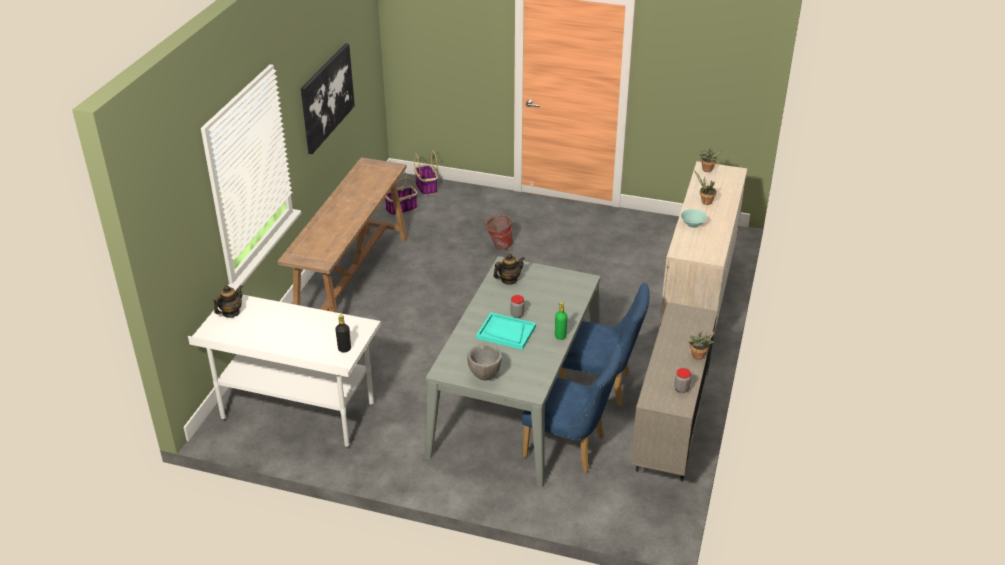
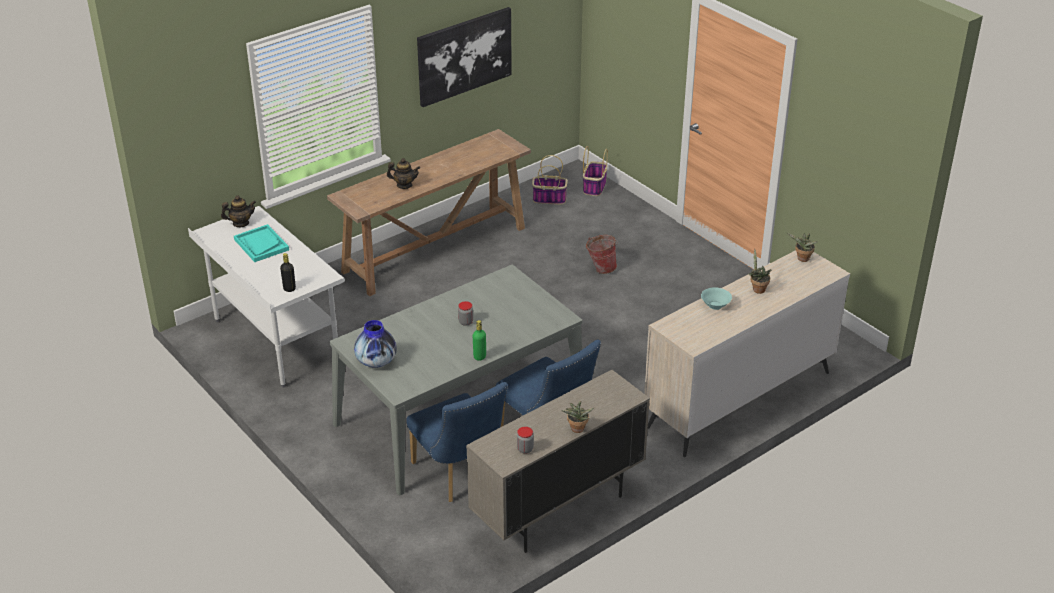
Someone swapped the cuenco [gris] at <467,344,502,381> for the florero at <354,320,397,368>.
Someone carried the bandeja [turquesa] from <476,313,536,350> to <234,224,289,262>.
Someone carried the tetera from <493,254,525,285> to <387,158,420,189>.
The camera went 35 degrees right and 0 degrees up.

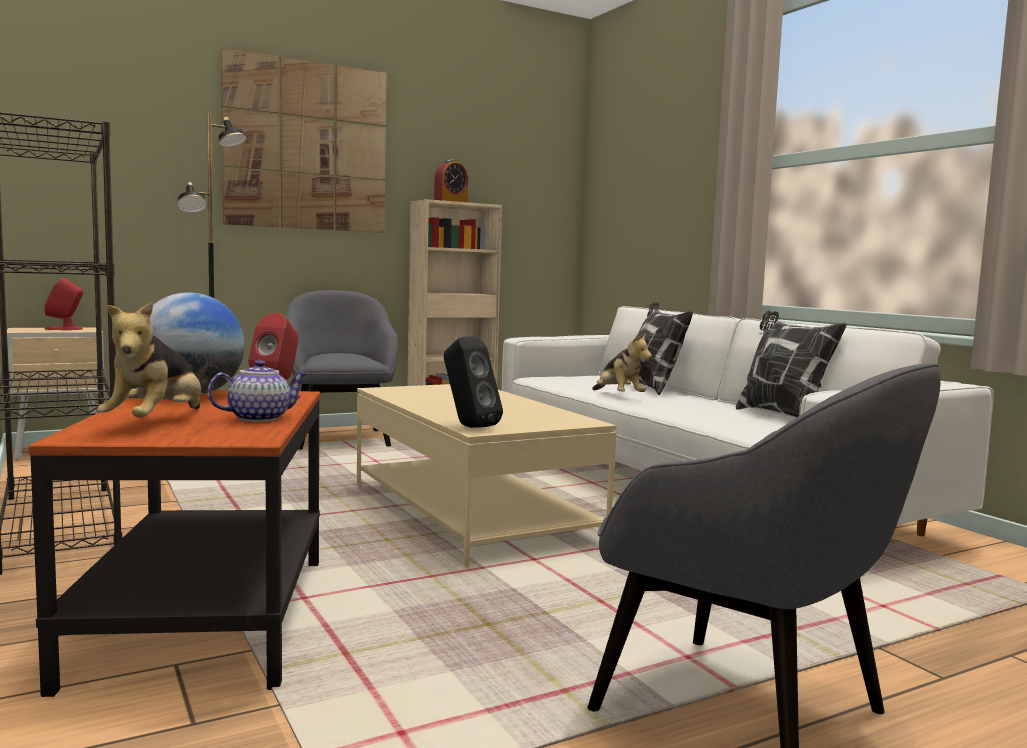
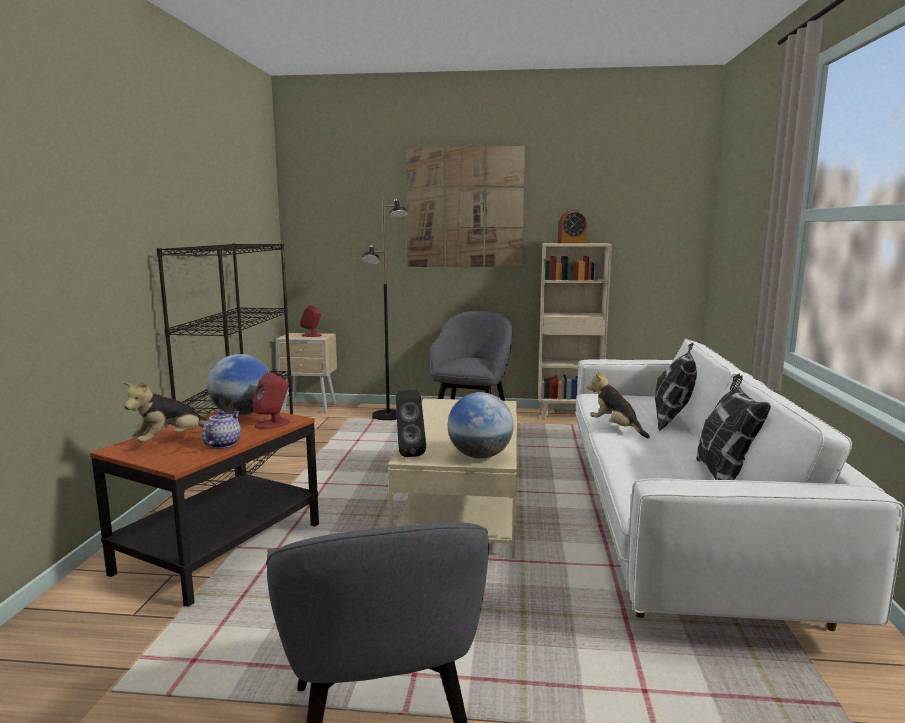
Someone rotated the tetera at <207,360,307,422> by 75 degrees counterclockwise.
Someone rotated the peluche at <592,333,652,392> by 135 degrees clockwise.
Someone put down the globo terráqueo at <448,392,514,459>.
The camera went 35 degrees right and 5 degrees up.

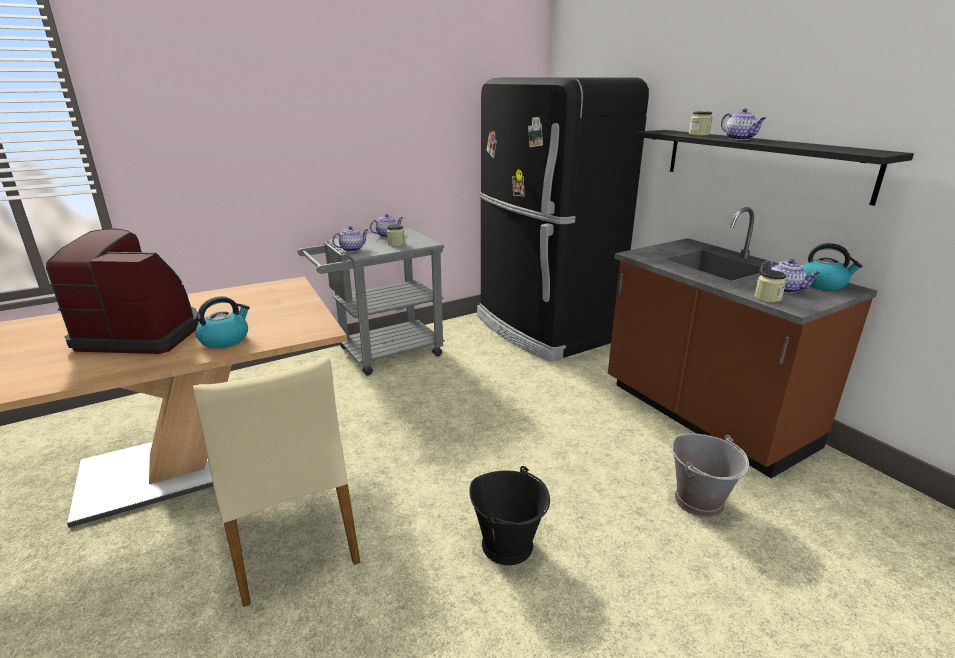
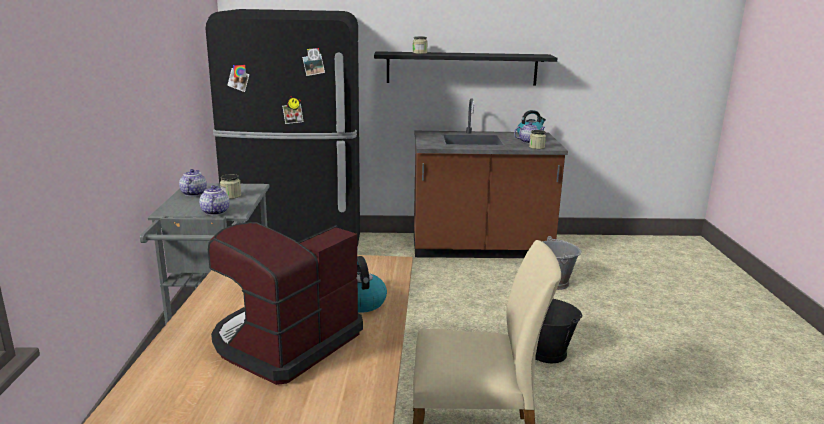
Someone took away the tetera at <721,108,766,140>.
The camera went 60 degrees left and 5 degrees down.

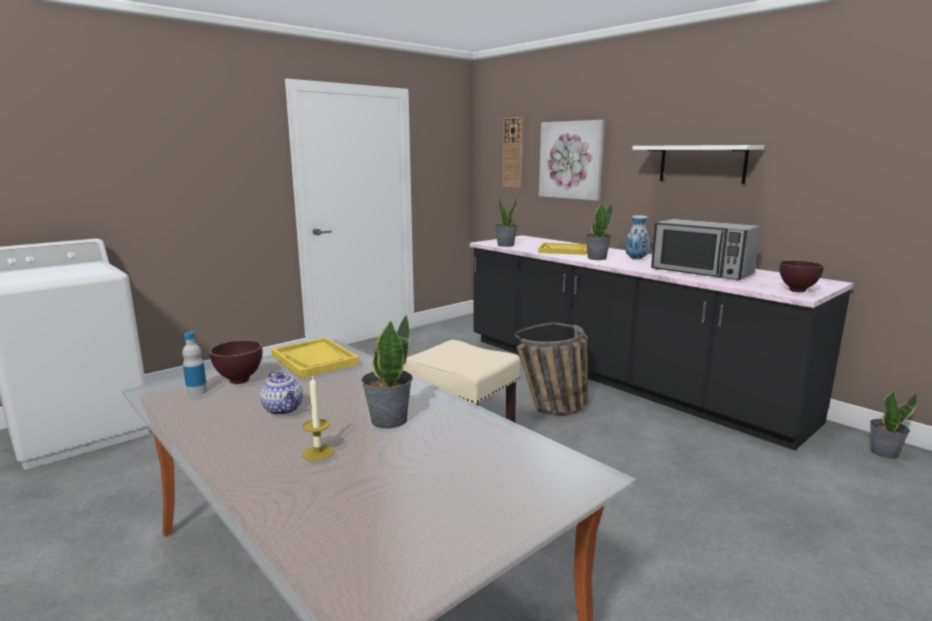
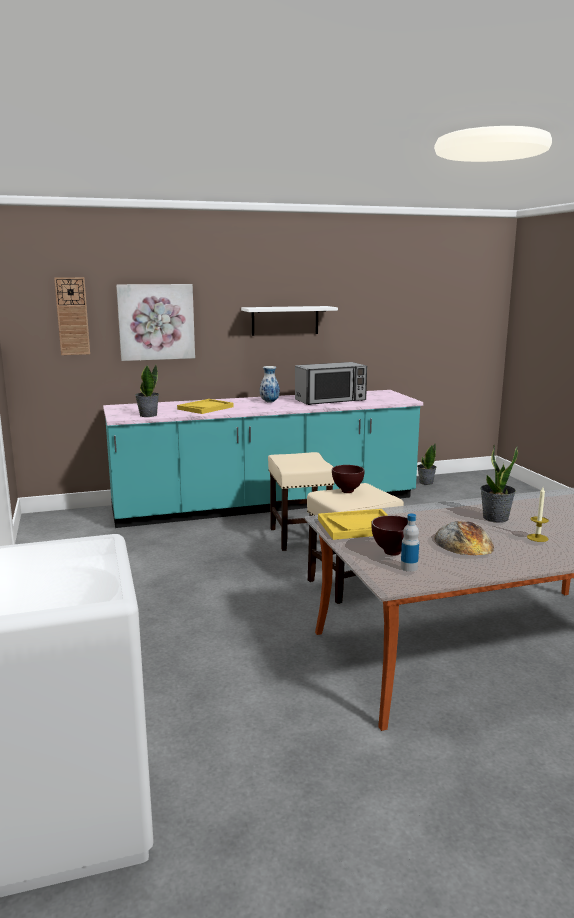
Someone swapped the tetera at <260,372,303,415> for the pan at <434,521,494,555>.
Someone repainted the mueble bajo de cocina [negro] at <470,235,854,451>, which became the mueble bajo de cocina [turquesa] at <103,390,423,528>.
Someone swapped the cesta at <515,322,588,416> for the taburete [beis] at <268,452,334,551>.
Someone took away the planta en maceta at <585,202,613,260>.
Someone carried the cuenco [marrón] from <780,260,824,292> to <332,465,365,493>.
The camera went 65 degrees left and 0 degrees up.

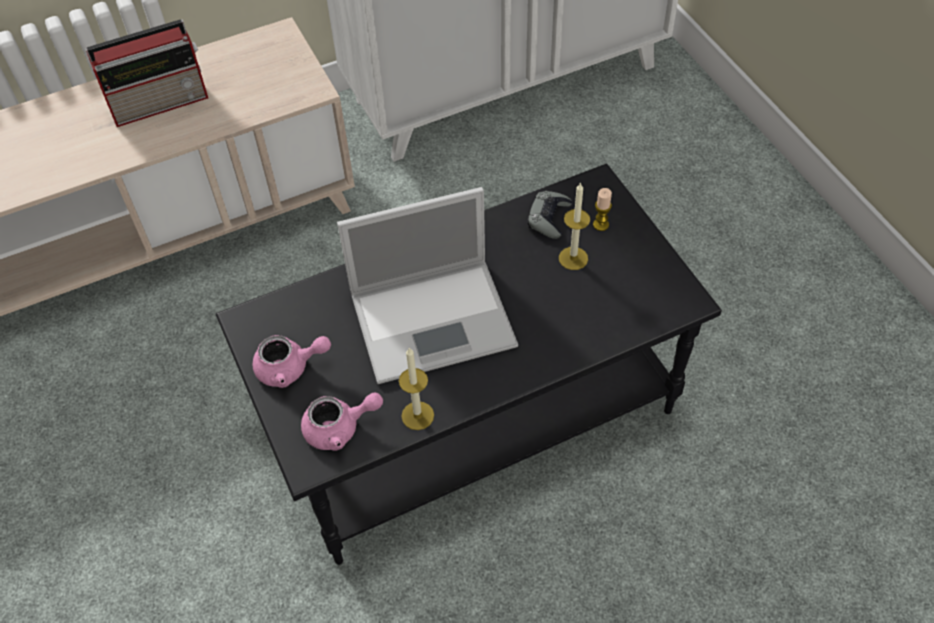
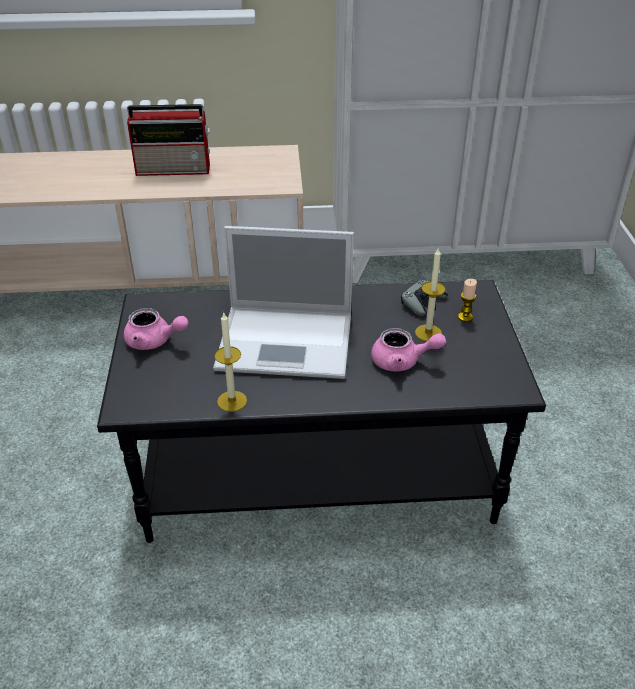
Someone carried the tetera [rosa] from <301,392,383,451> to <371,328,446,372>.
The camera went 20 degrees right and 15 degrees down.

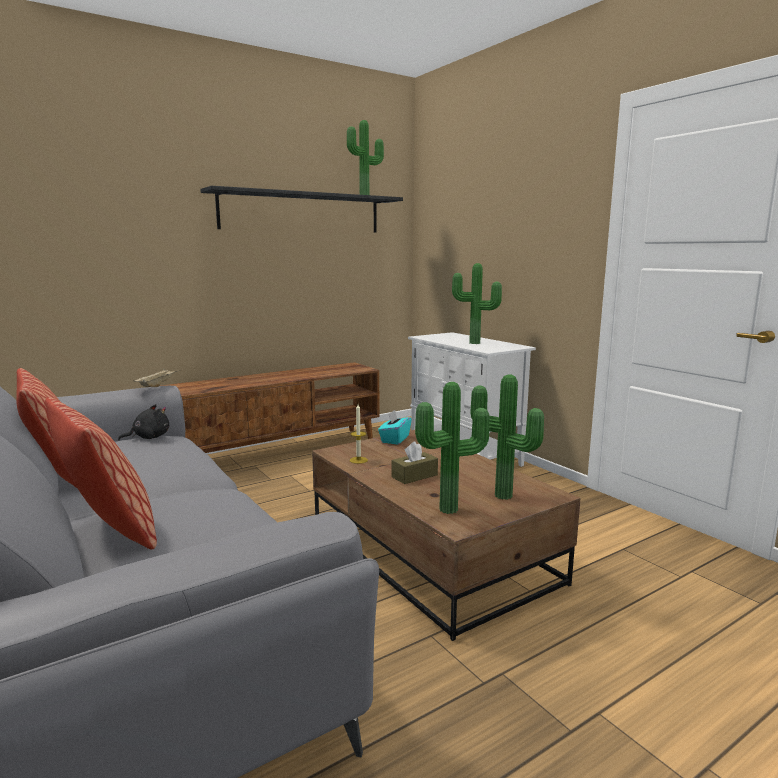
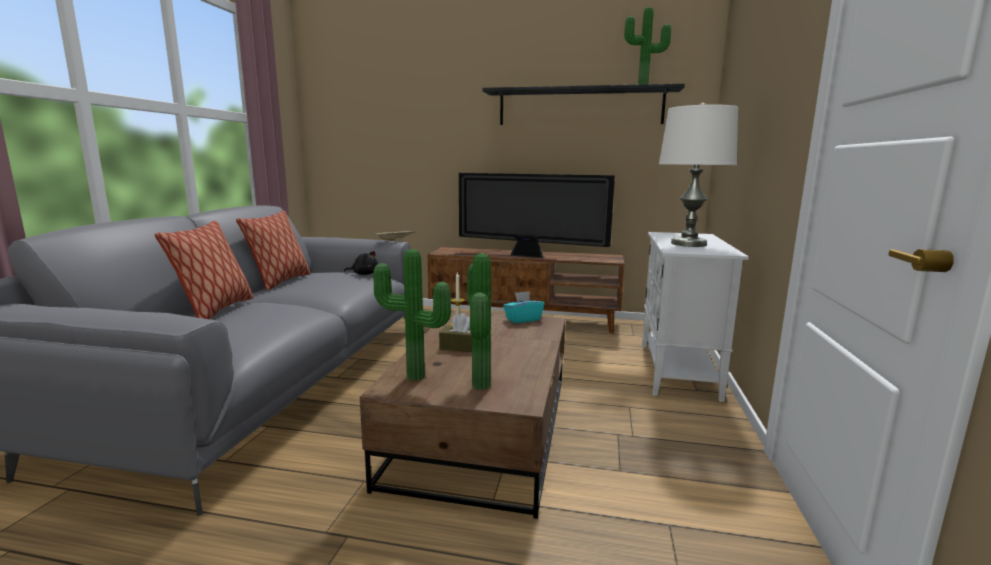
Someone swapped the planta en maceta at <452,263,502,344> for the lámpara de mesa [blanco] at <659,103,738,247>.
Someone put down the televisor at <459,173,615,258>.
The camera went 45 degrees right and 0 degrees up.

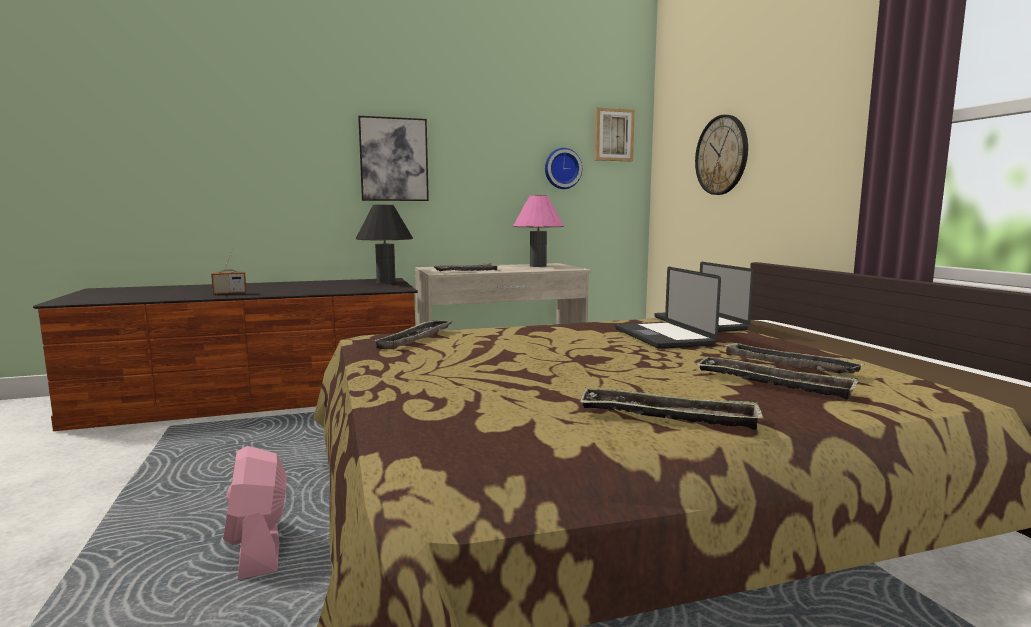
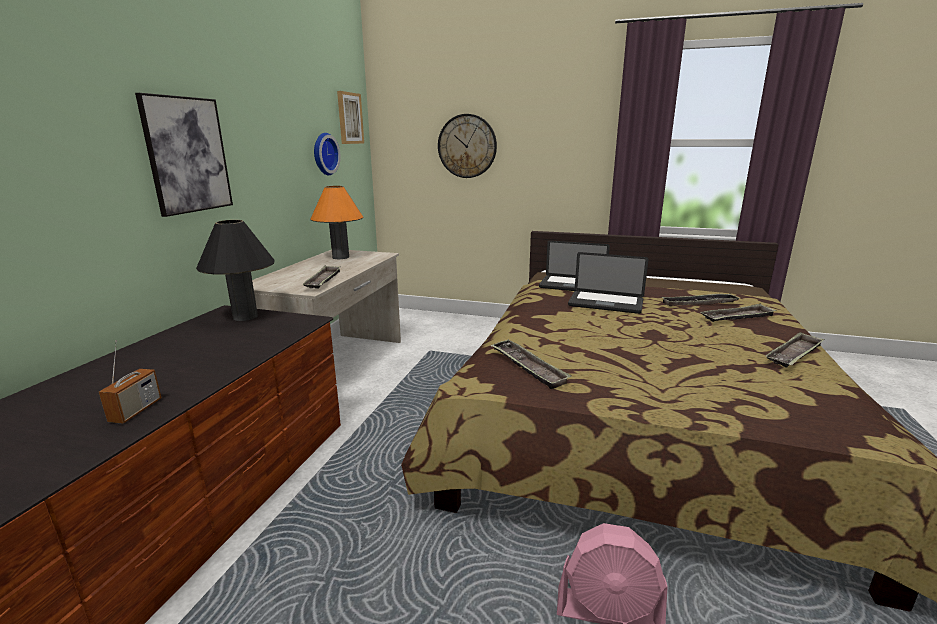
Someone repainted the lámpara de mesa [rosa] at <513,195,564,267>, which became the lámpara de mesa [naranja] at <311,186,363,259>.
The camera went 55 degrees left and 10 degrees up.

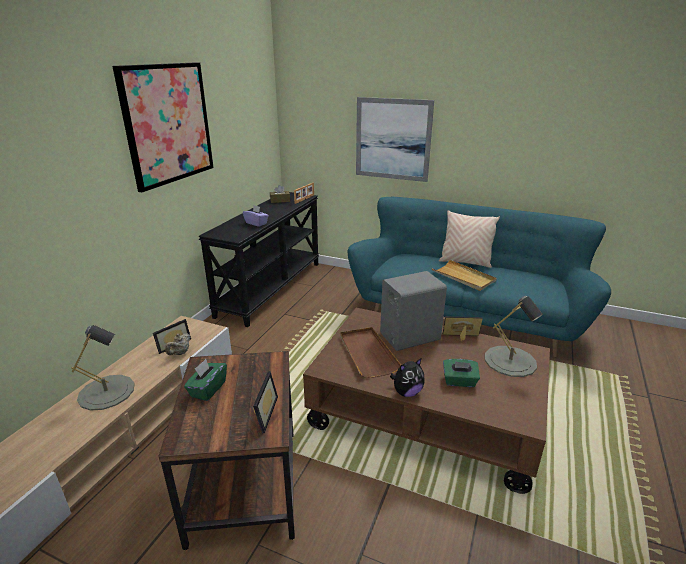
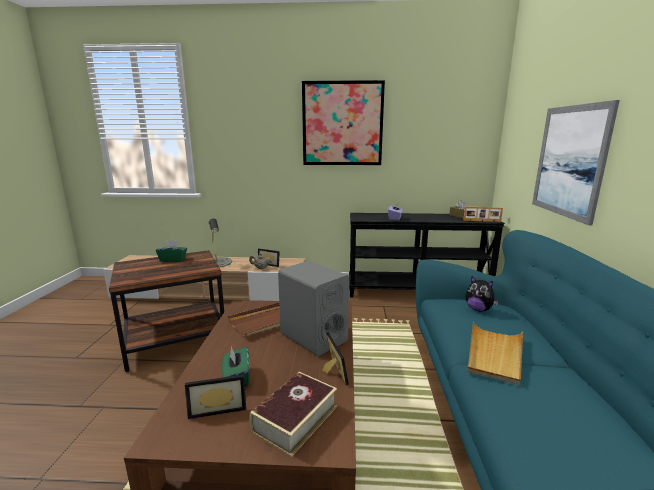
Someone carried the portarretratos from <253,371,278,433> to <185,375,246,419>.
Someone carried the peluche from <390,359,425,397> to <466,276,499,311>.
Someone took away the cojín [beis] at <439,210,500,268>.
Someone swapped the lámpara de mesa [gris] at <485,296,543,377> for the libro at <250,372,337,457>.
The camera went 70 degrees right and 10 degrees down.

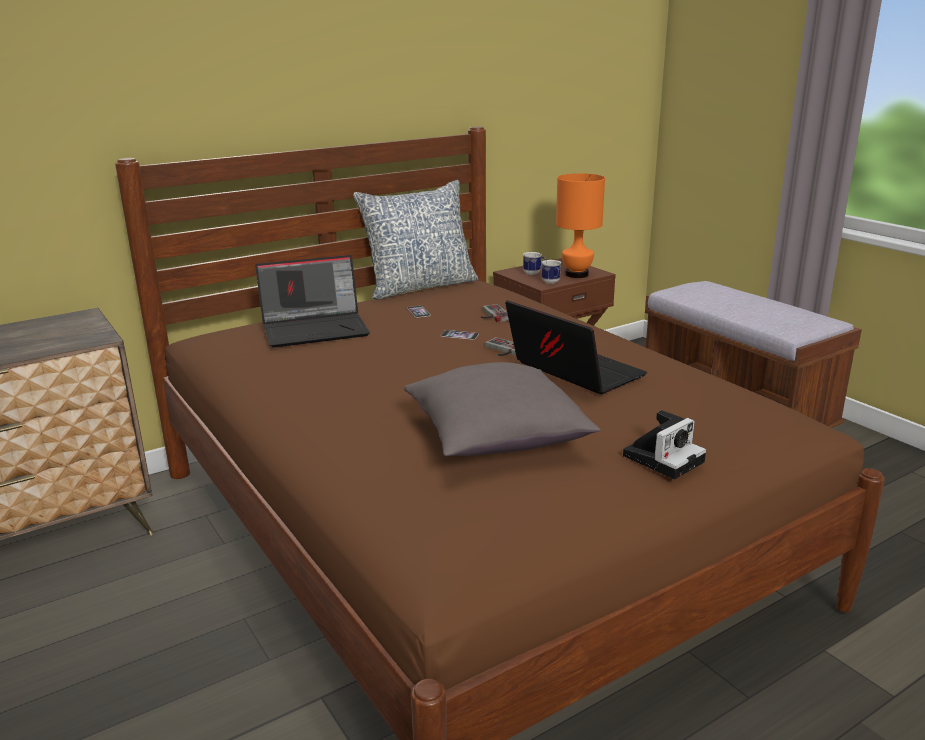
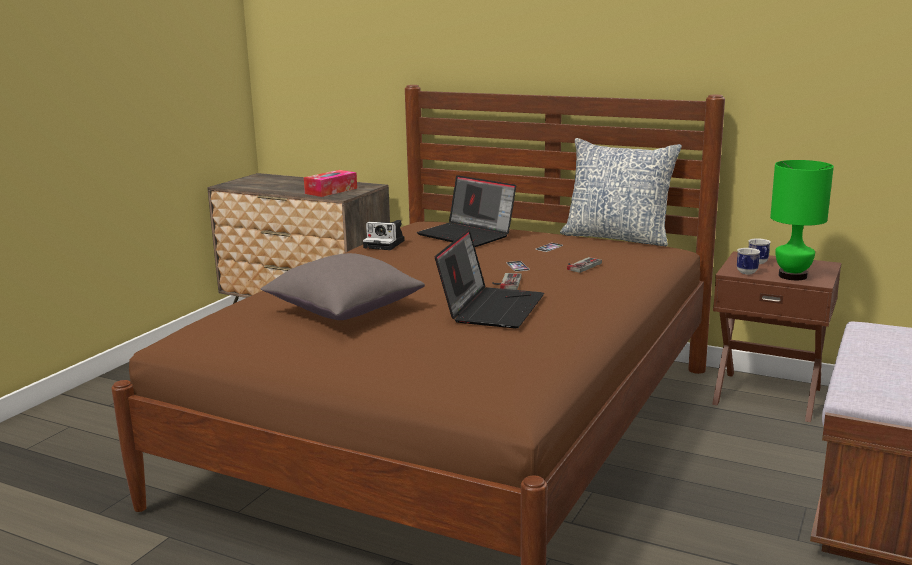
Someone repainted the lámpara de mesa [naranja] at <556,173,605,278>, which became the lámpara de mesa [verde] at <770,160,834,280>.
Someone carried the cámara from <623,410,706,479> to <363,220,405,250>.
Someone put down the caja de pañuelos at <304,170,357,197>.
The camera went 60 degrees right and 5 degrees down.

